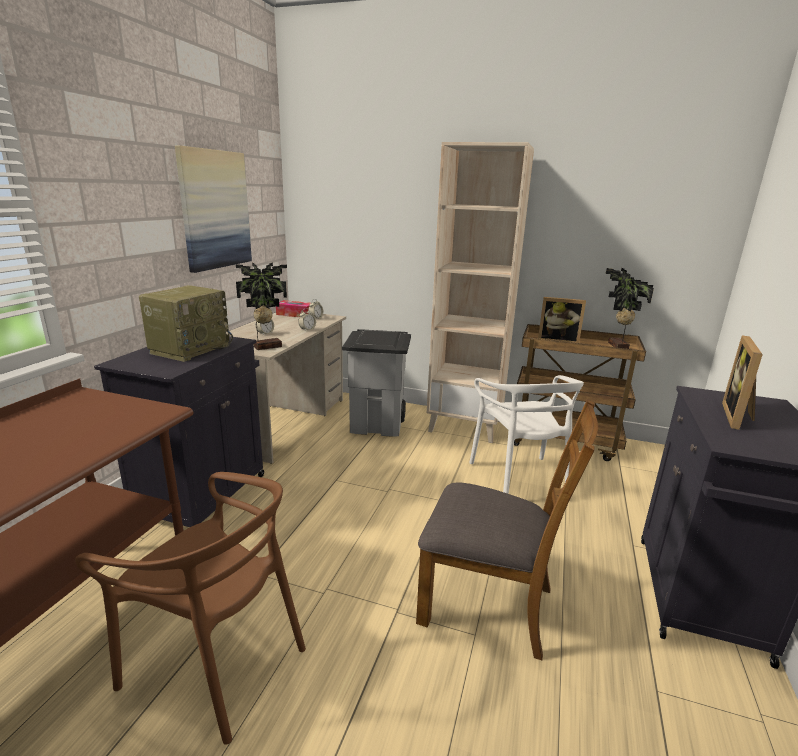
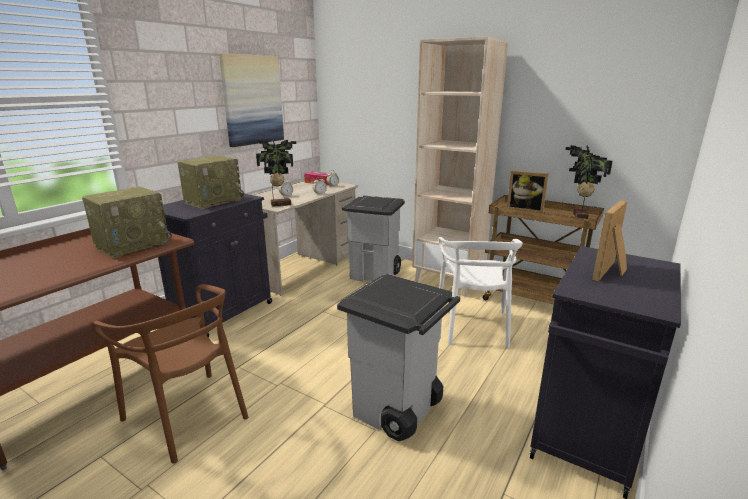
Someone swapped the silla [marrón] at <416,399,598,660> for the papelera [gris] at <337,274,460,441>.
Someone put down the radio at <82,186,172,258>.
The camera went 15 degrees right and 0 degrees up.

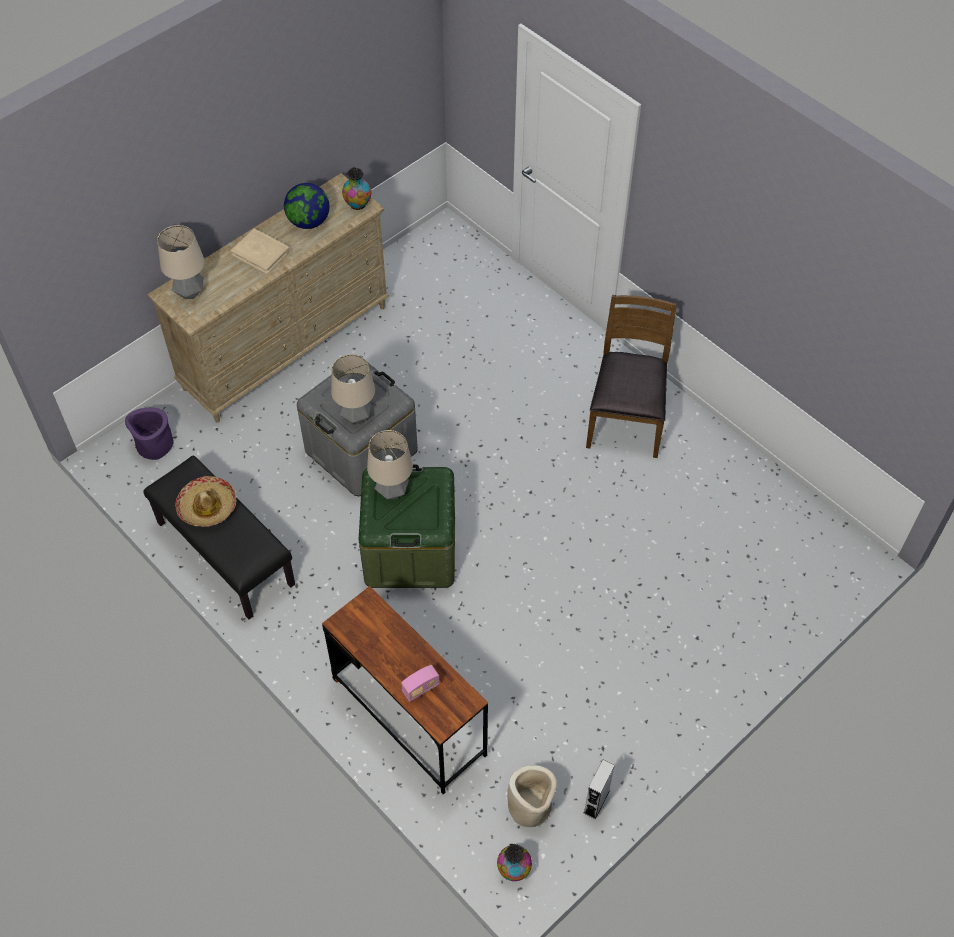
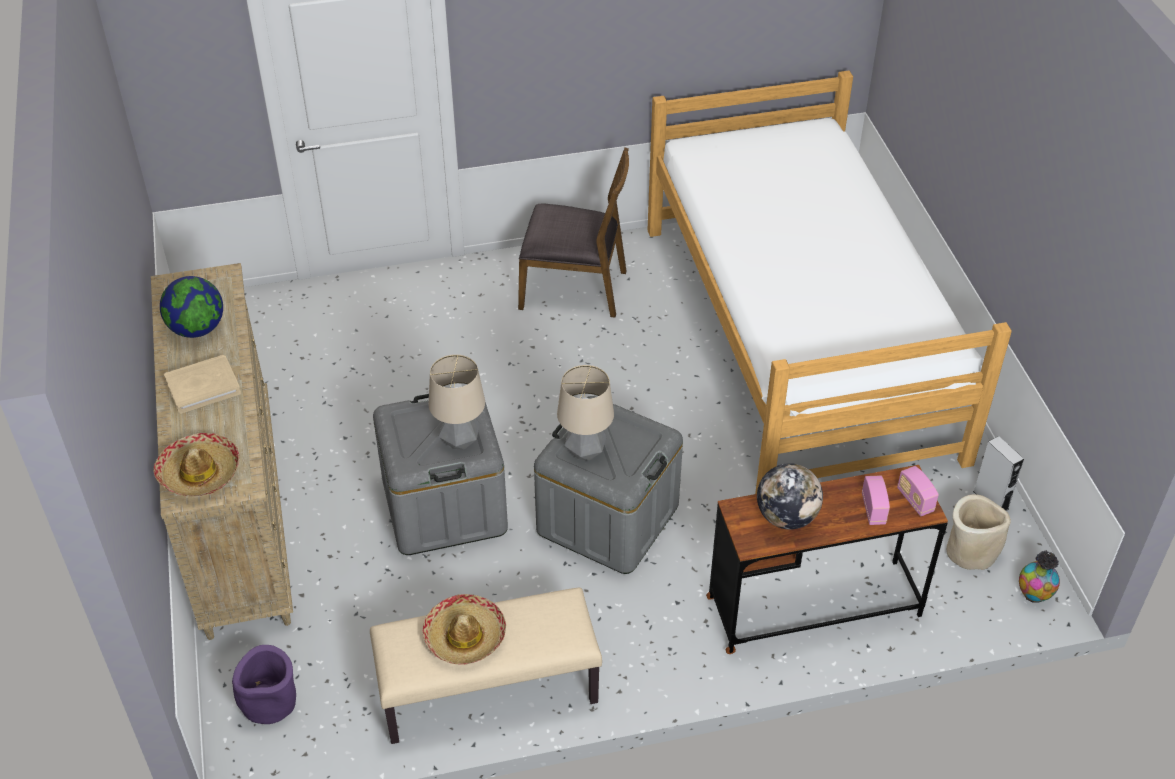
Someone repainted the banco [negro] at <143,455,295,619>, which became the banco [beis] at <370,588,602,744>.
Someone swapped the lámpara de mesa at <157,225,204,299> for the sombrero at <153,433,240,496>.
Someone took away the florero at <342,167,371,210>.
Someone repainted the caja de almacenaje [verde] at <359,464,455,588>, which became the caja de almacenaje [gris] at <534,396,683,574>.
Someone rotated the silla [marrón] at <586,295,677,458> by 150 degrees clockwise.
Someone put down the cama at <647,71,1012,494>.
Someone put down the globo terráqueo at <757,463,823,530>.
Someone put down the radio at <897,466,939,516>.
The camera went 60 degrees left and 10 degrees down.

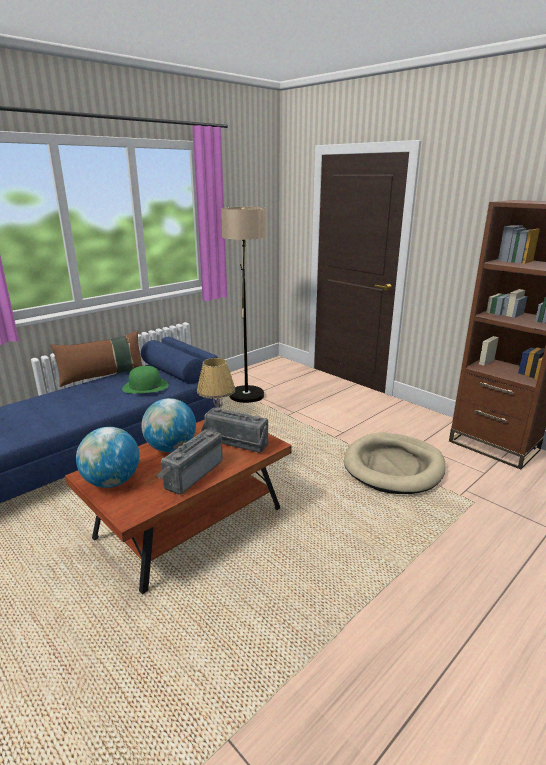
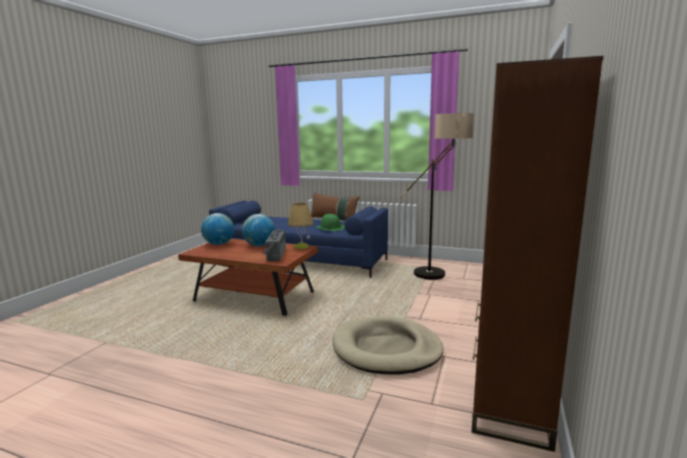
Someone took away the radio at <157,429,223,495>.
The camera went 65 degrees right and 10 degrees down.

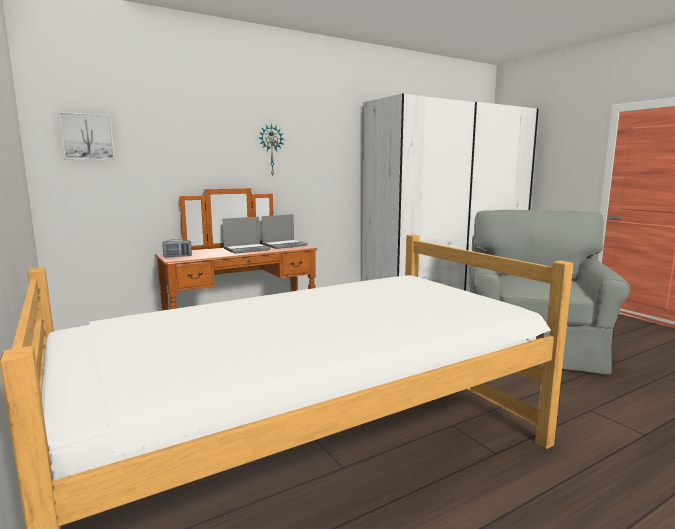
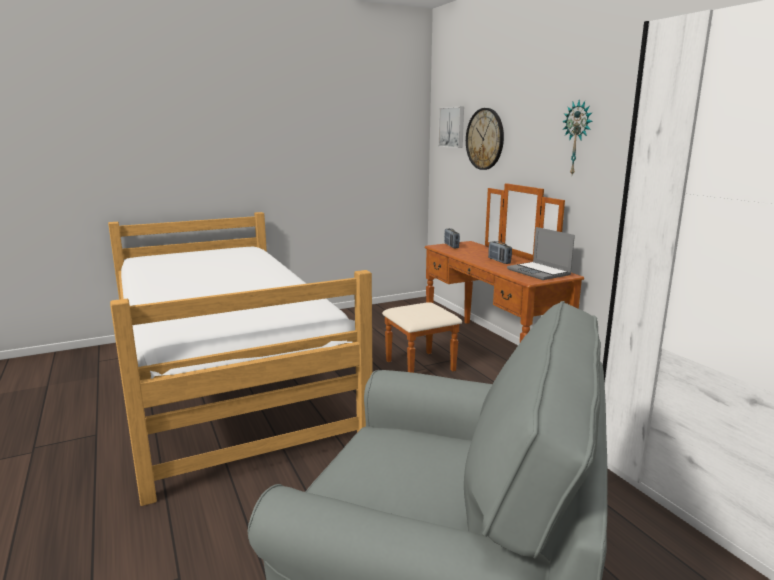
Someone swapped the portátil at <223,217,271,254> for the radio at <488,241,512,264>.
Someone put up the reloj de pared at <466,108,504,170>.
The camera went 95 degrees right and 5 degrees up.

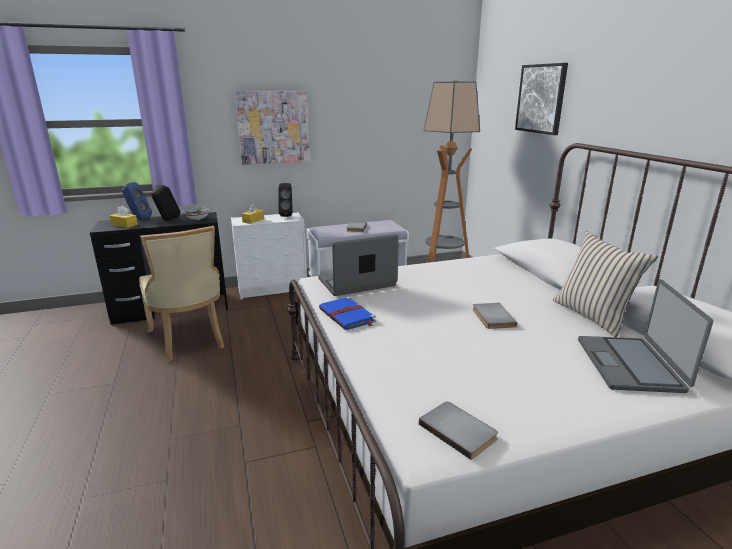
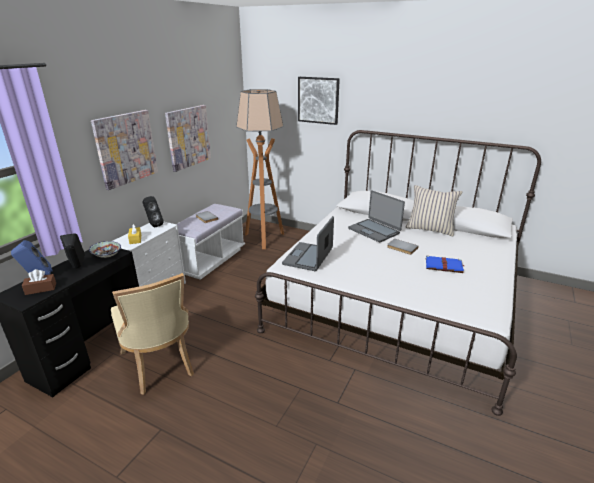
Someone repainted the caja de pañuelos [amarillo] at <110,205,138,228>, which became the caja de pañuelos [marrón] at <22,269,56,295>.
Someone rotated the silla [beis] at <139,226,224,362> by 45 degrees clockwise.
Someone carried the libro [azul] from <319,297,376,330> to <426,255,464,273>.
Someone took away the libro [gris] at <419,401,498,460>.
Someone carried the portátil from <578,279,713,393> to <348,190,405,242>.
Someone put up the cuadro at <165,105,211,172>.
The camera went 45 degrees left and 5 degrees up.

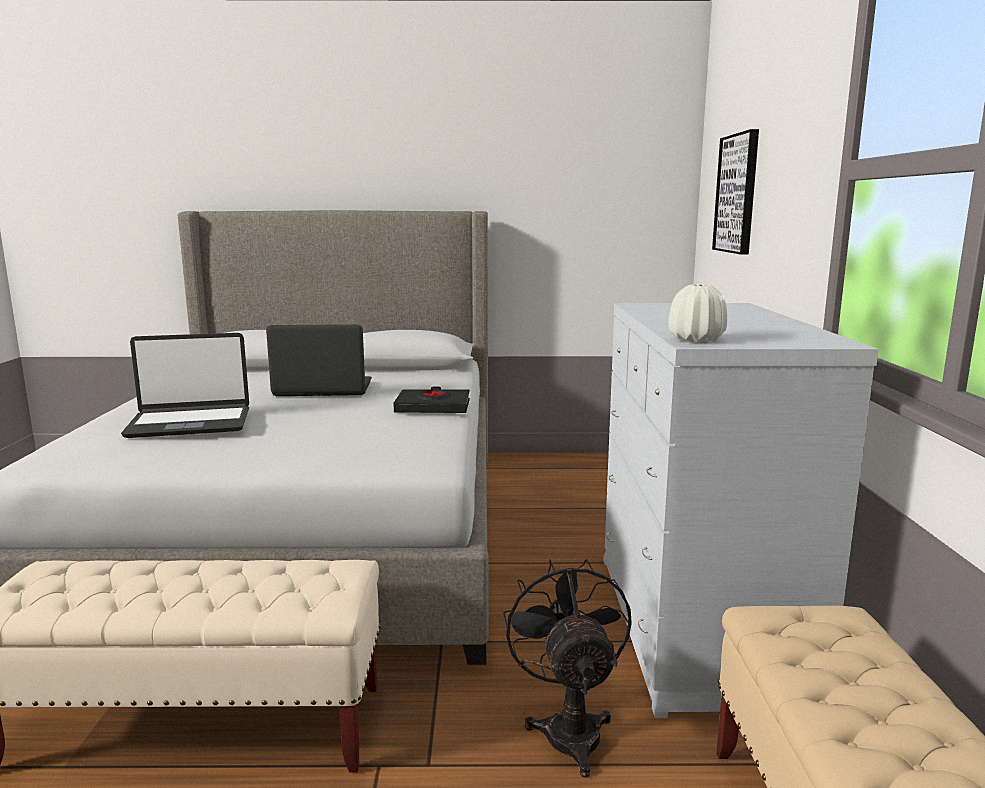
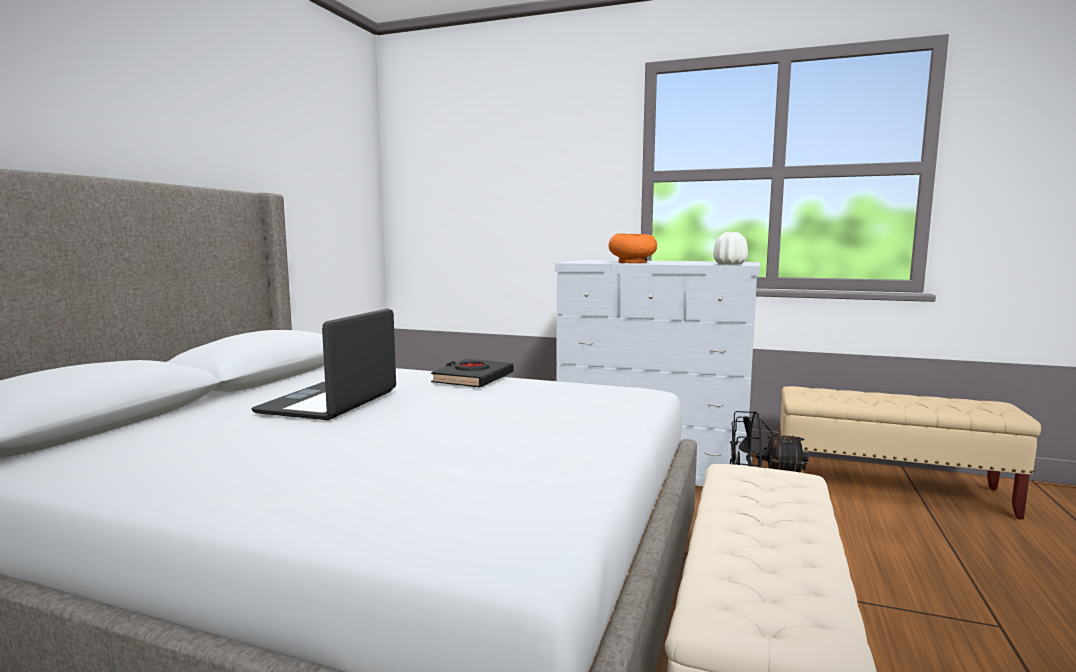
Someone took away the portátil at <121,333,249,438>.
Someone took away the cuadro at <712,129,759,255>.
Someone put down the cuenco [naranja] at <609,233,657,263>.
The camera went 70 degrees left and 5 degrees down.

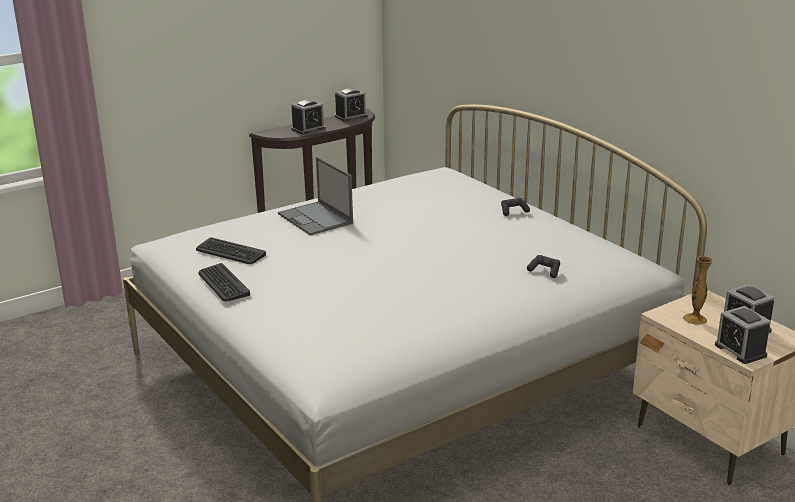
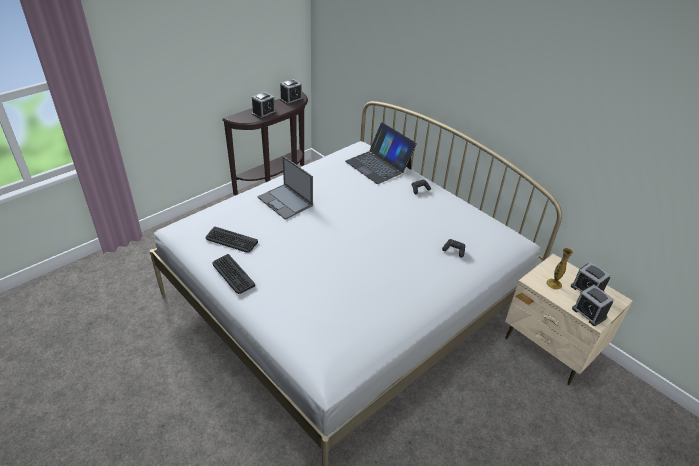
Someone put down the portátil at <345,123,417,184>.
The camera went 10 degrees left and 15 degrees up.

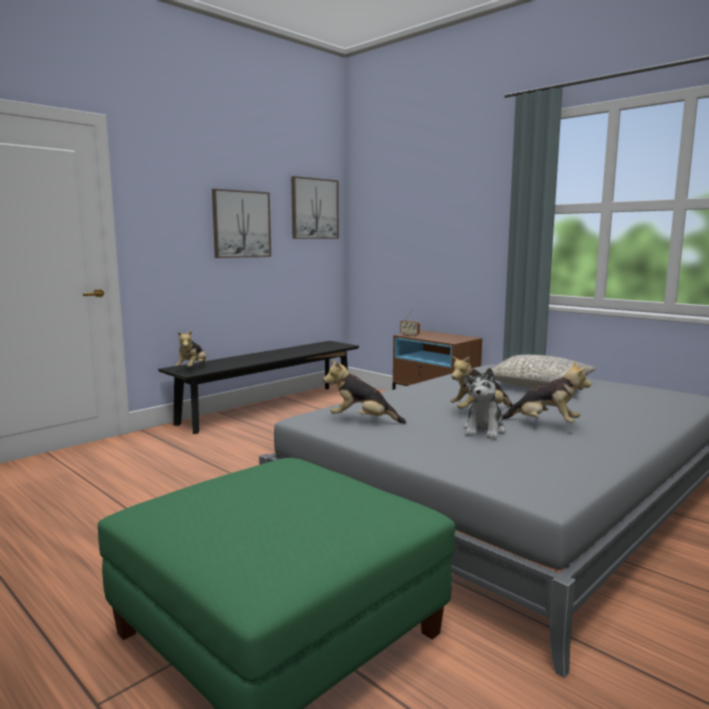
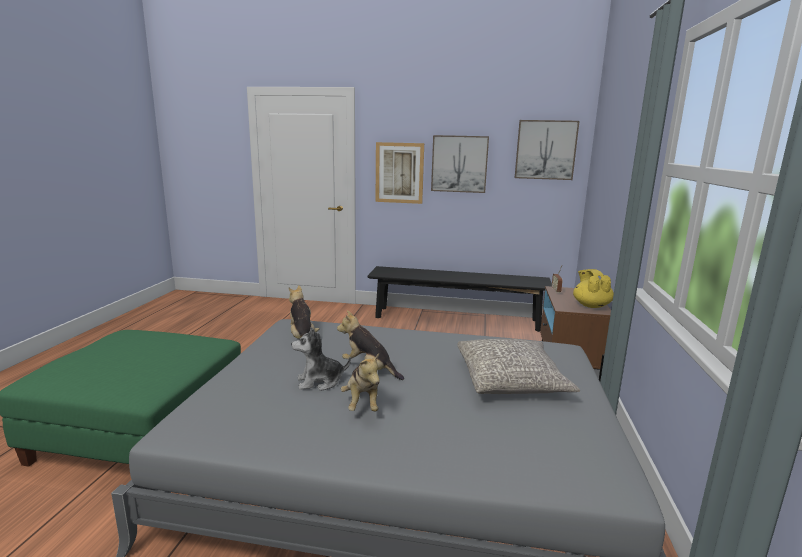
Someone took away the peluche at <175,330,206,367>.
Someone put up the cuadro at <376,142,424,204>.
Someone put down the tetera [amarillo] at <573,269,614,308>.
The camera went 55 degrees right and 5 degrees up.

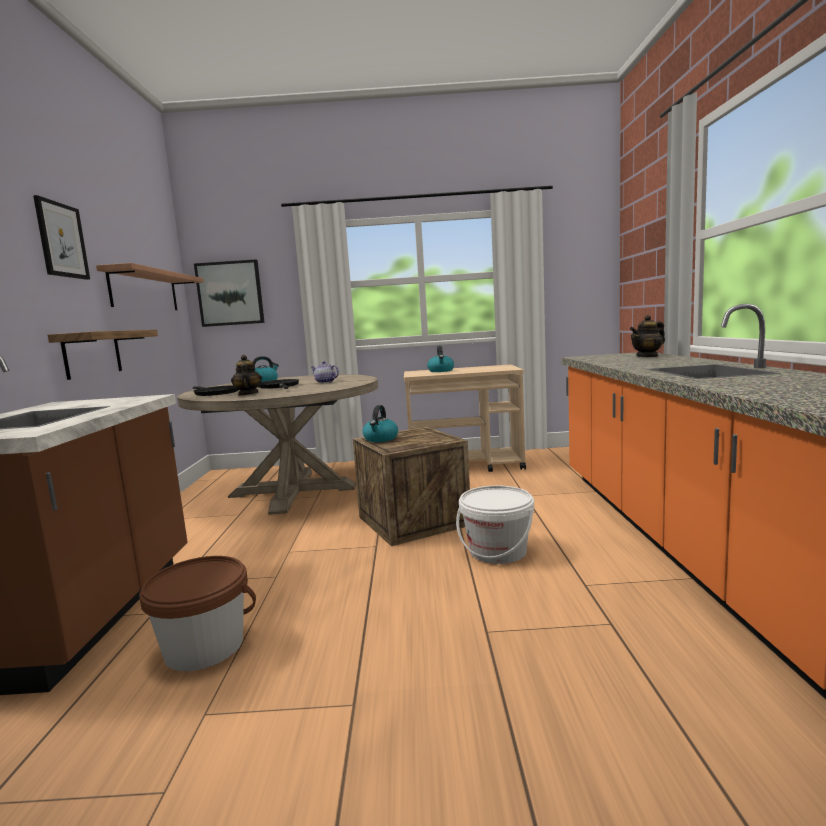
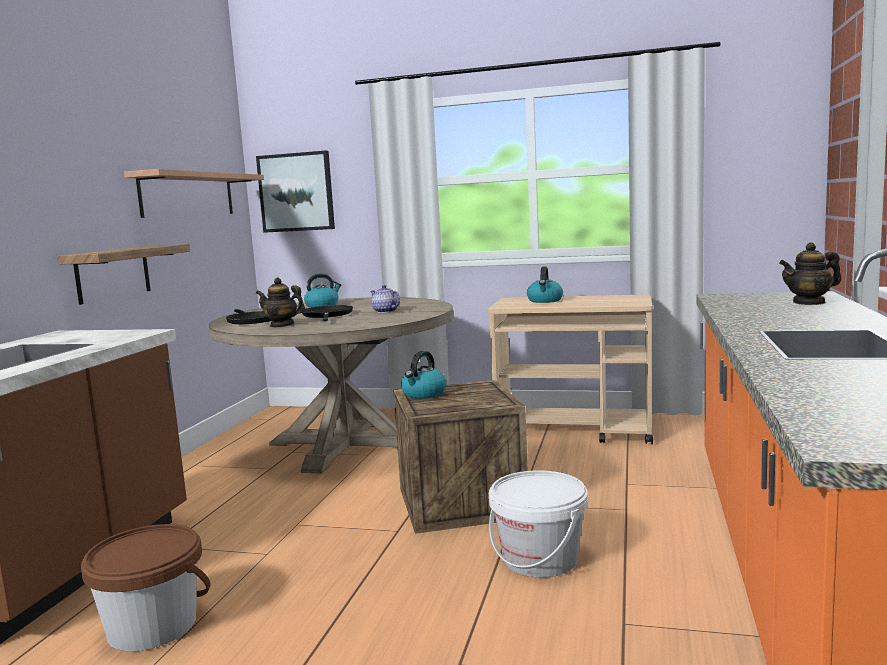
Someone took away the cuadro at <33,195,90,280>.
Someone rotated the tetera at <231,355,262,396> by 75 degrees counterclockwise.
The camera went 15 degrees right and 0 degrees up.

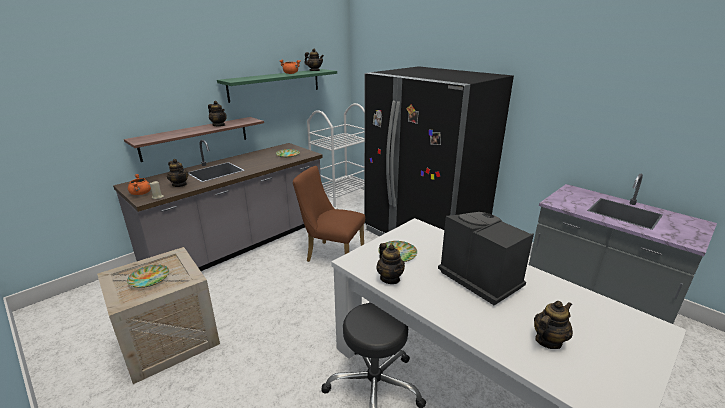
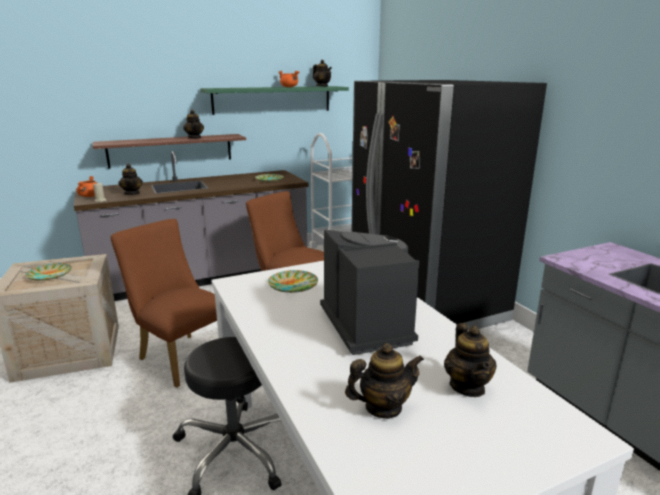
Someone carried the tetera from <377,243,405,284> to <444,323,497,397>.
Someone put down the silla [marrón] at <110,219,217,388>.
The camera went 20 degrees right and 5 degrees down.

